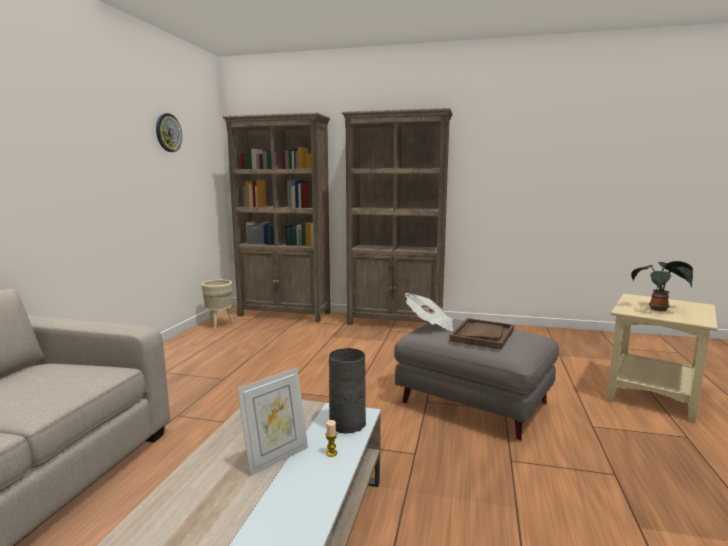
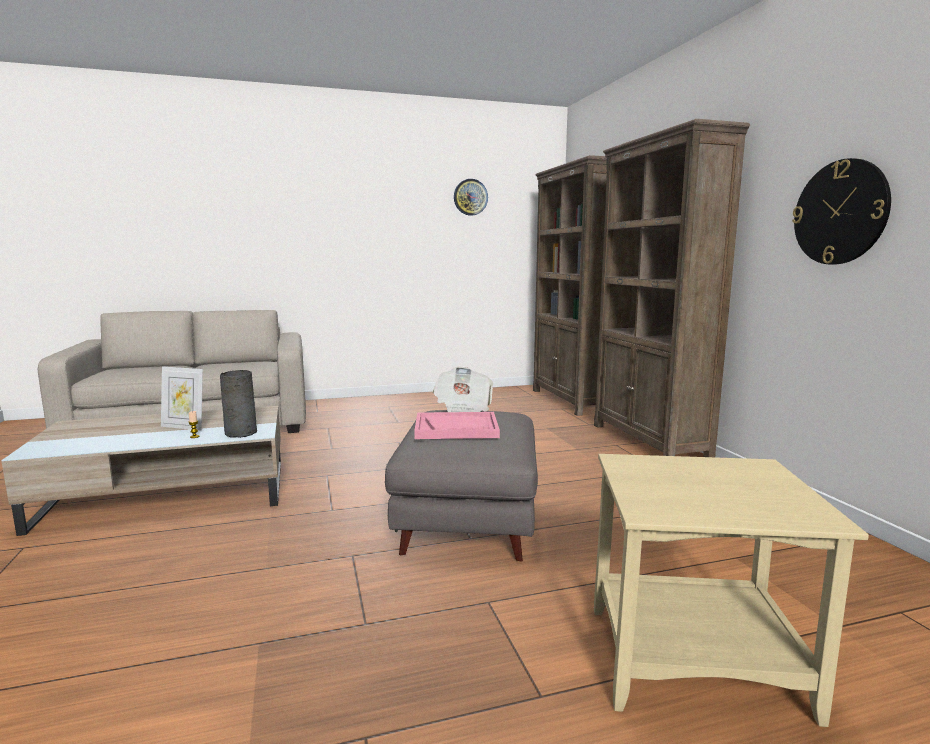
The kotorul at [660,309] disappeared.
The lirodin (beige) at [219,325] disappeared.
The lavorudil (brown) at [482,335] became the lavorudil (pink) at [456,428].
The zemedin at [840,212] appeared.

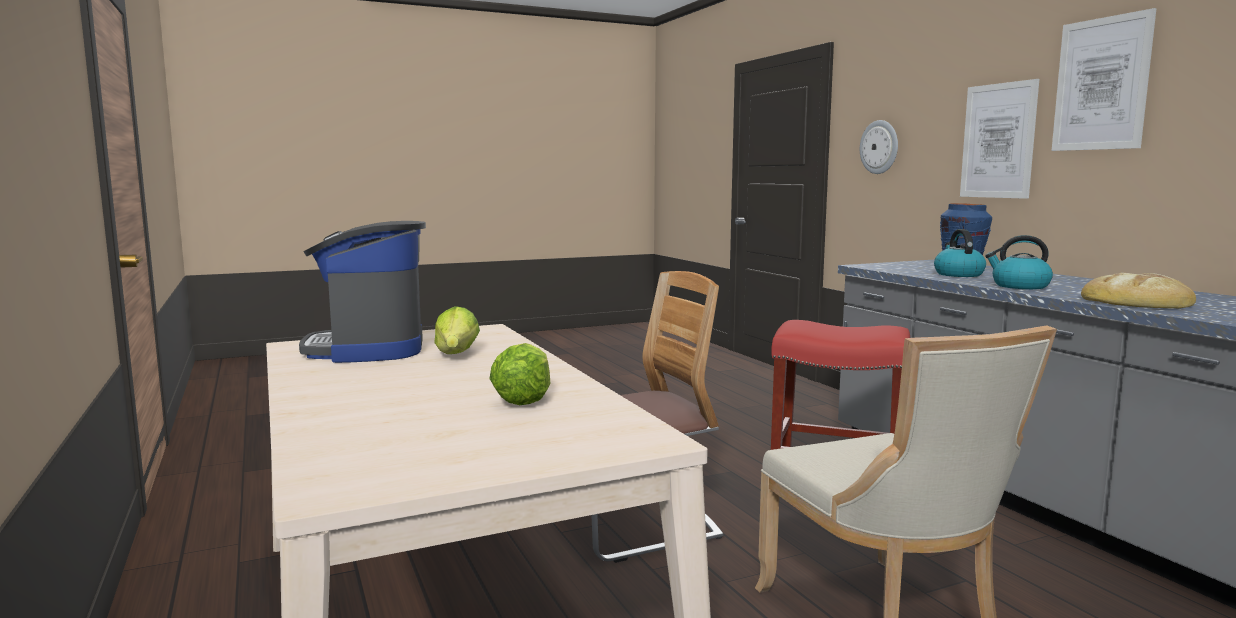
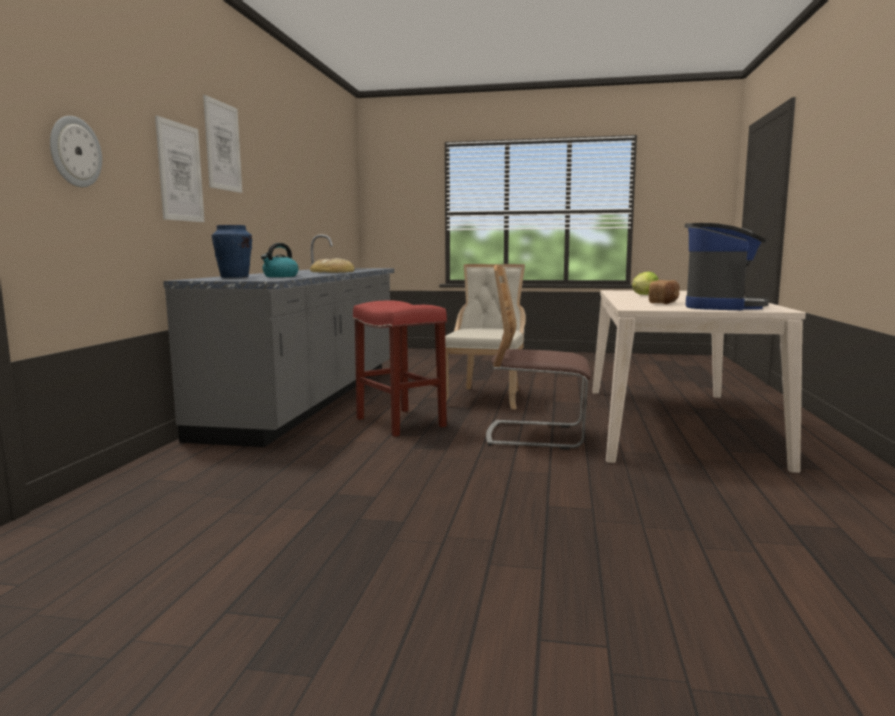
The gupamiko at [1019,286] disappeared.
The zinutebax at [457,354] was replaced by the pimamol at [664,302].

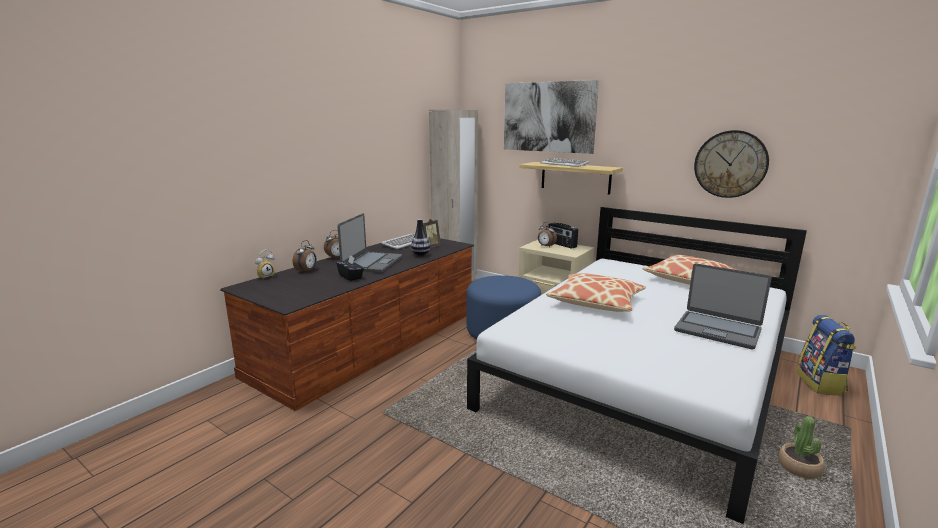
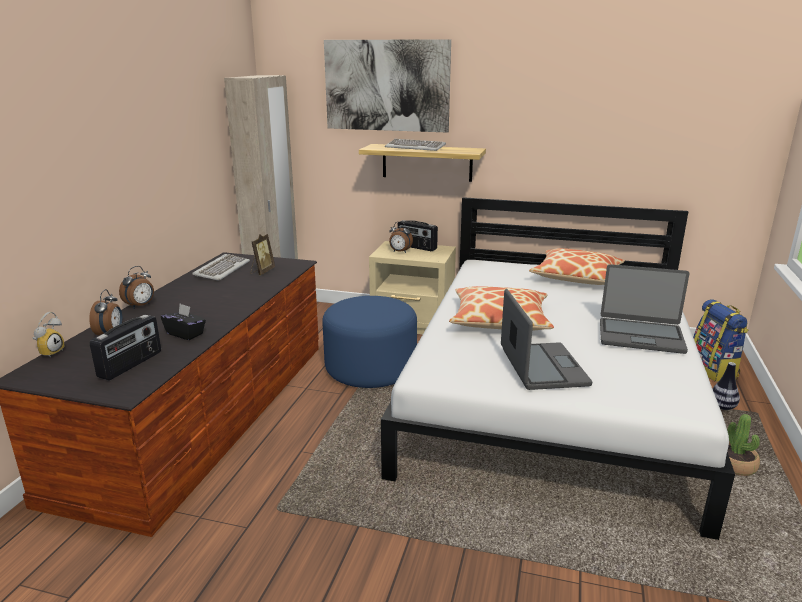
The zemedin at [730,164] disappeared.
The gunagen moved from [372,263] to [542,367].
The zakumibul moved from [420,255] to [722,407].
The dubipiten at [131,364] appeared.

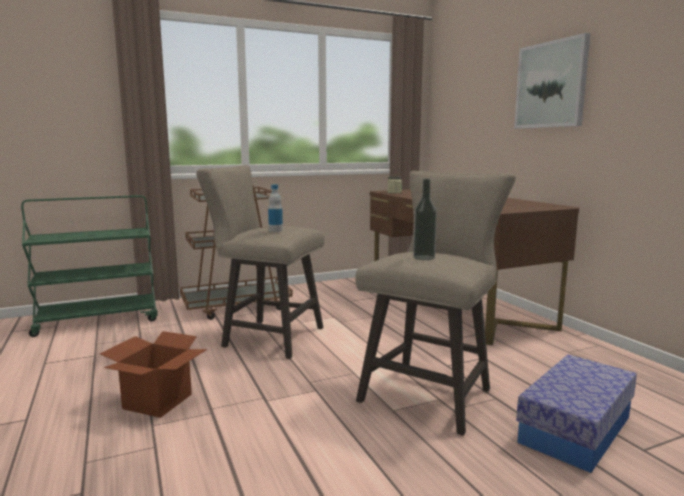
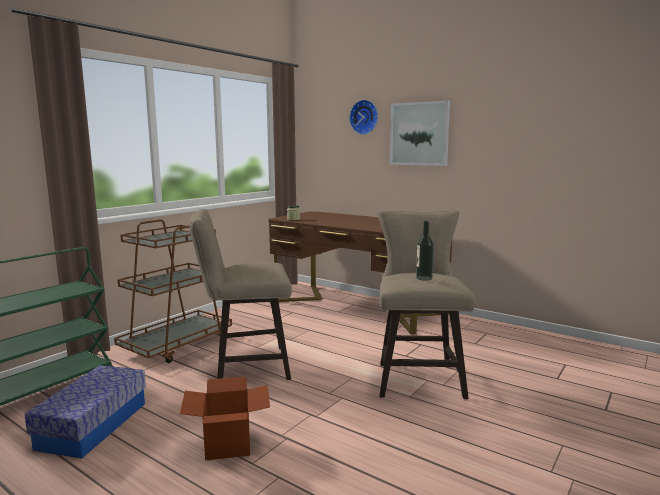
The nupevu at [275,230] disappeared.
The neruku moved from [575,429] to [93,425].
The zemedin at [365,117] appeared.

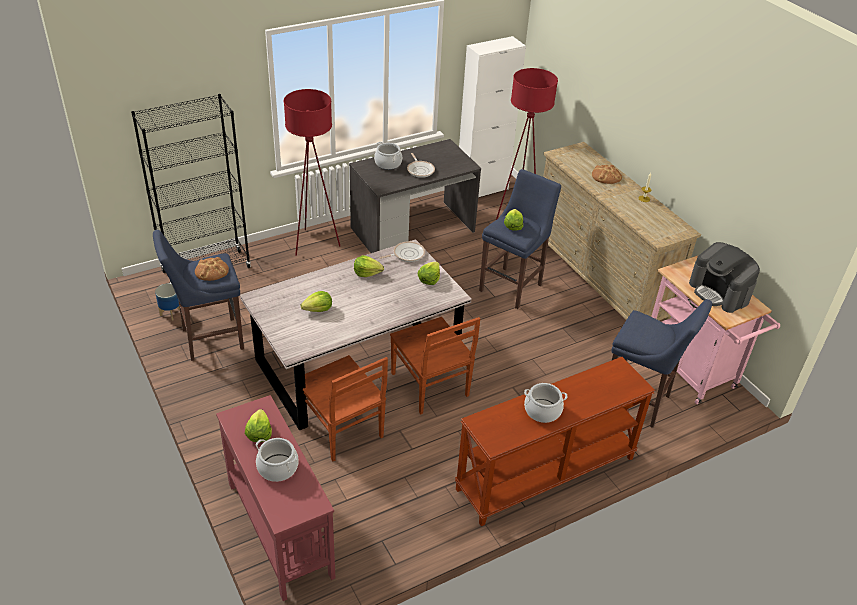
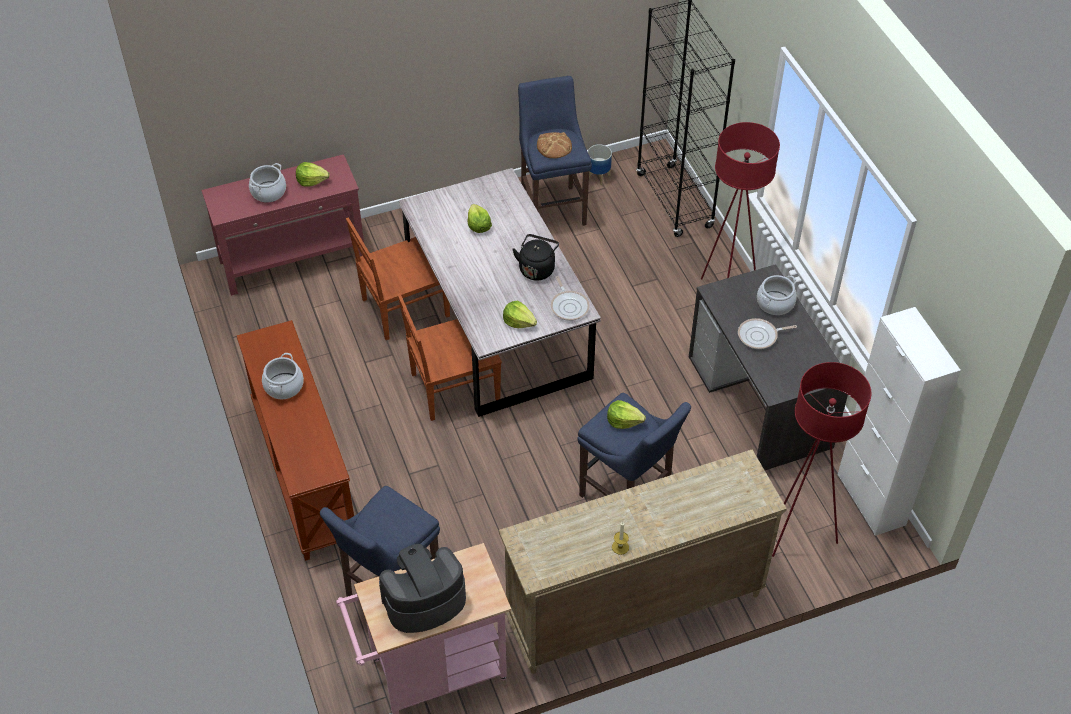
The pimamol at [606,176] disappeared.
The zinutebax at [367,273] was replaced by the gupamiko (black) at [537,268].

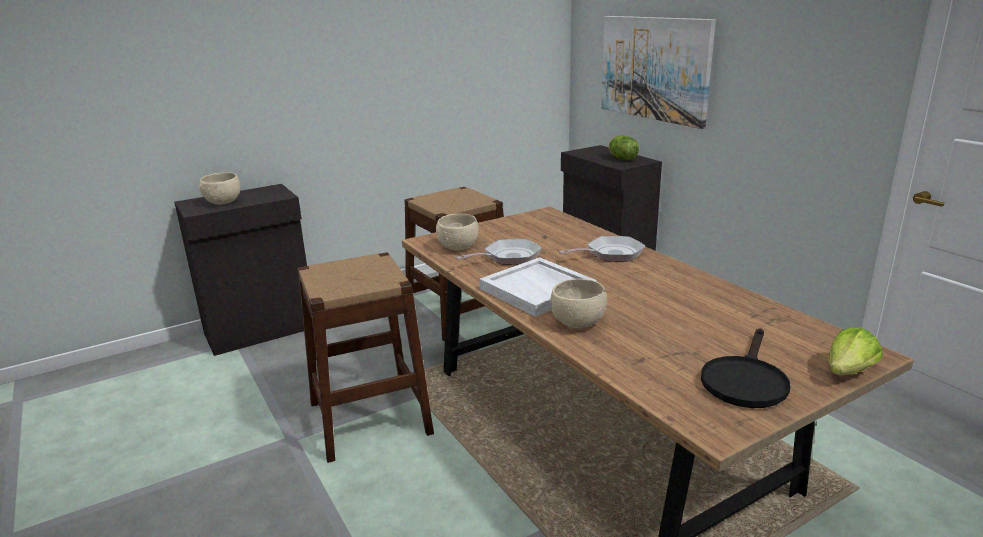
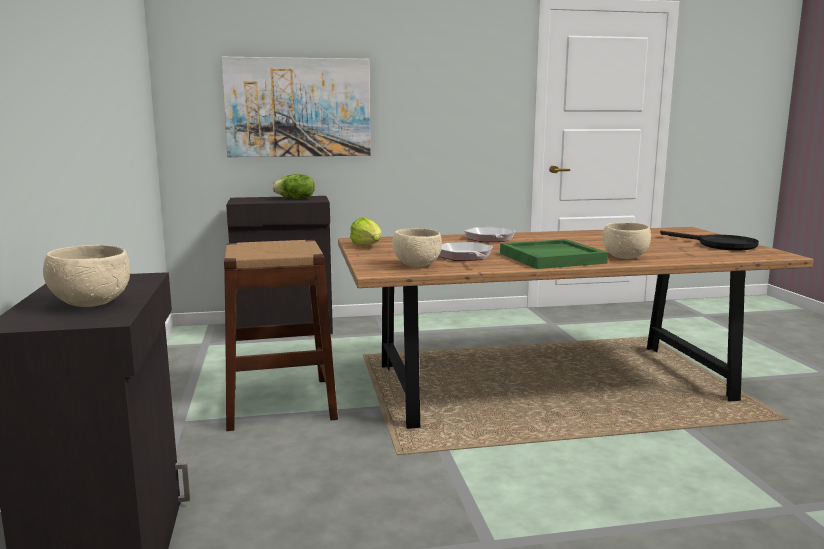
The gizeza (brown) at [369,418] disappeared.
The lavorudil (white) at [538,290] became the lavorudil (green) at [552,258].
The zinutebax moved from [849,372] to [368,246].

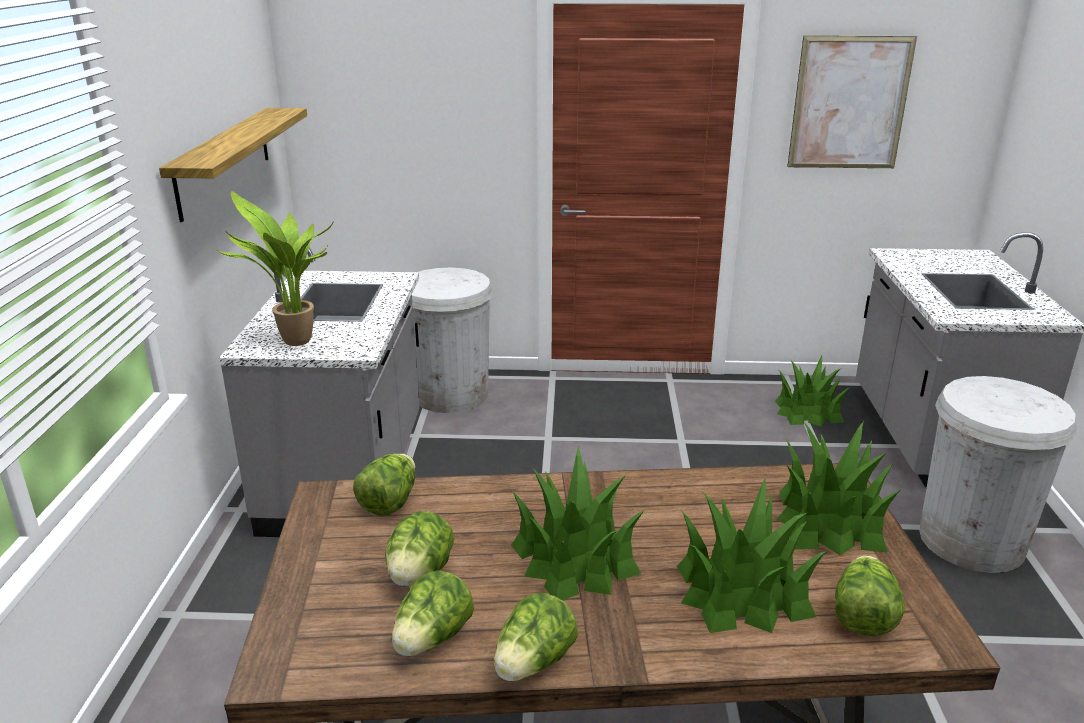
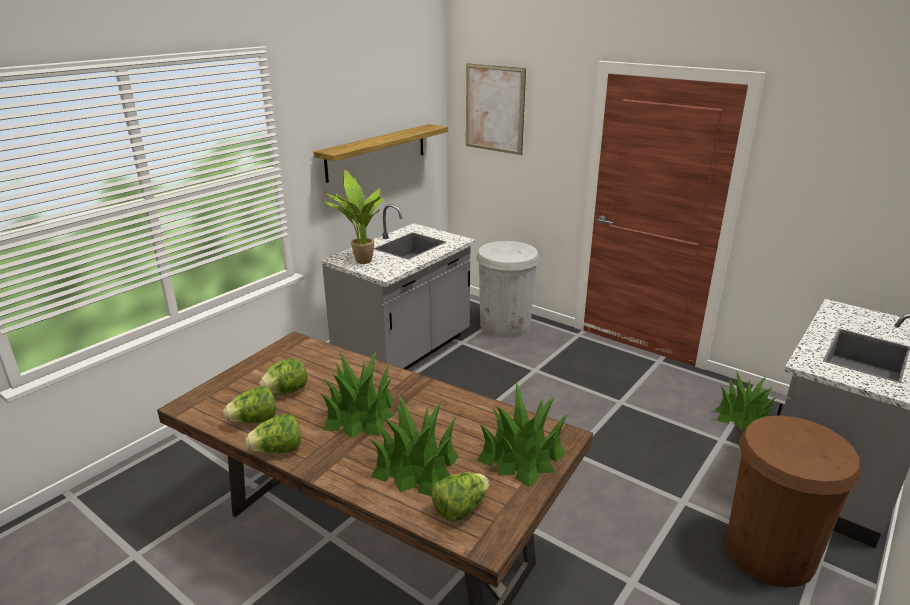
The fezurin moved from [849,103] to [494,109].
The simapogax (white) at [971,541] became the simapogax (brown) at [769,552].
The zinutebax at [389,502] disappeared.

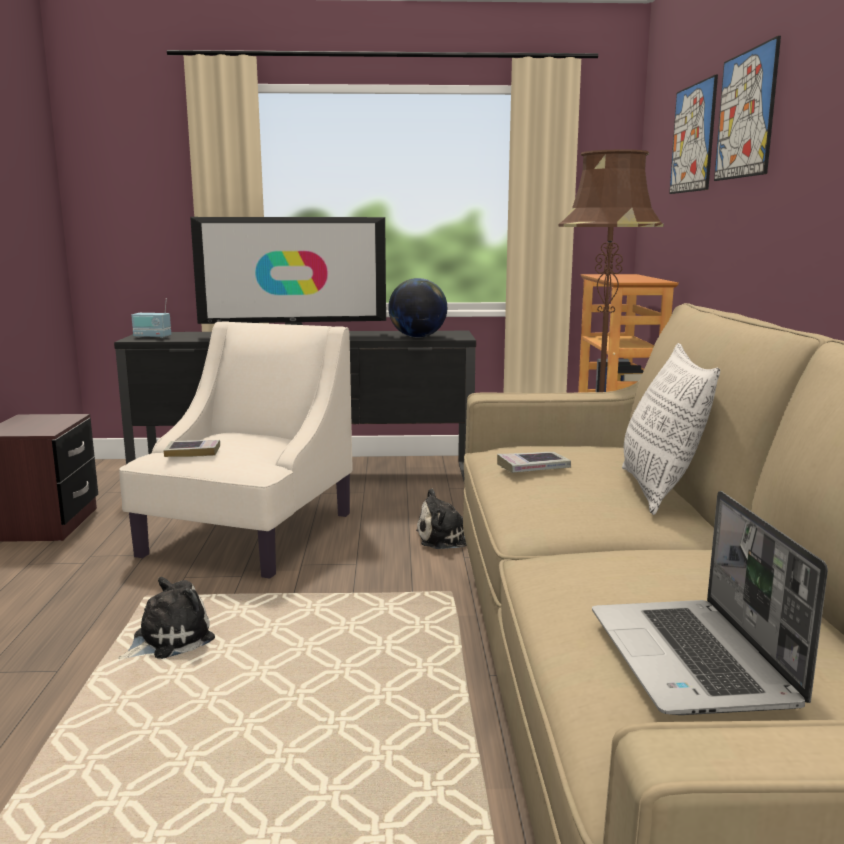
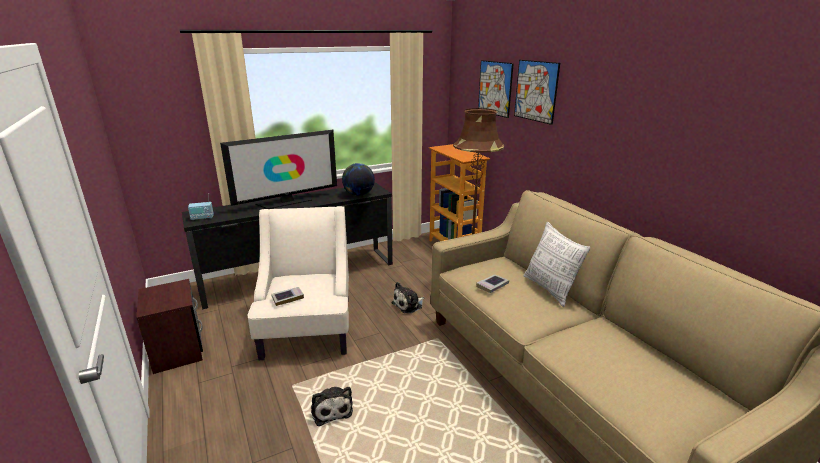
The gunagen at [693,659] disappeared.
The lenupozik at [168,639] turned 135 degrees clockwise.

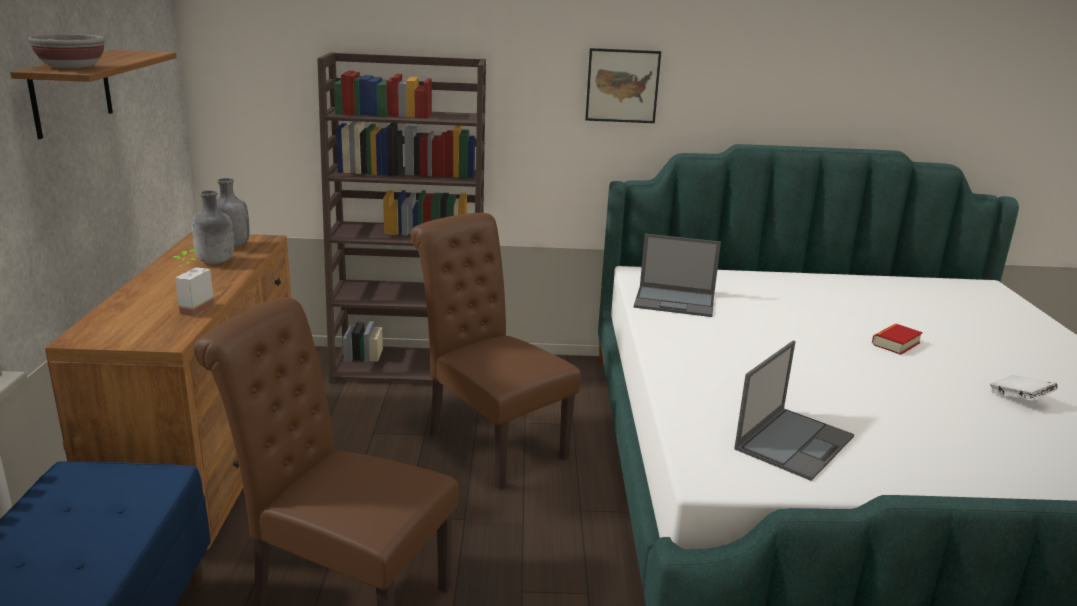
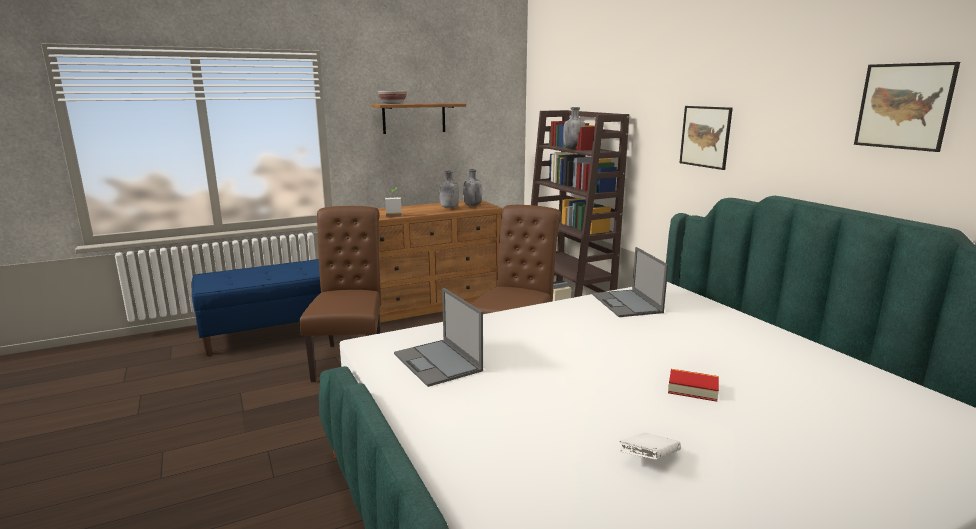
The gunagen at [794,442] turned 45 degrees clockwise.
The fezurin at [904,106] appeared.
The nupevu (grey) at [573,148] appeared.

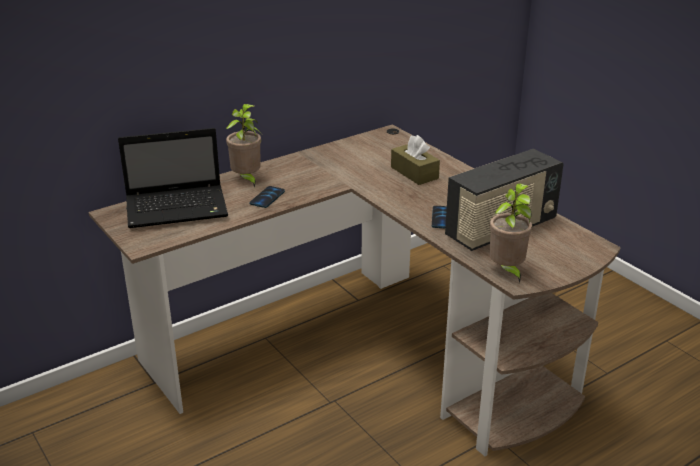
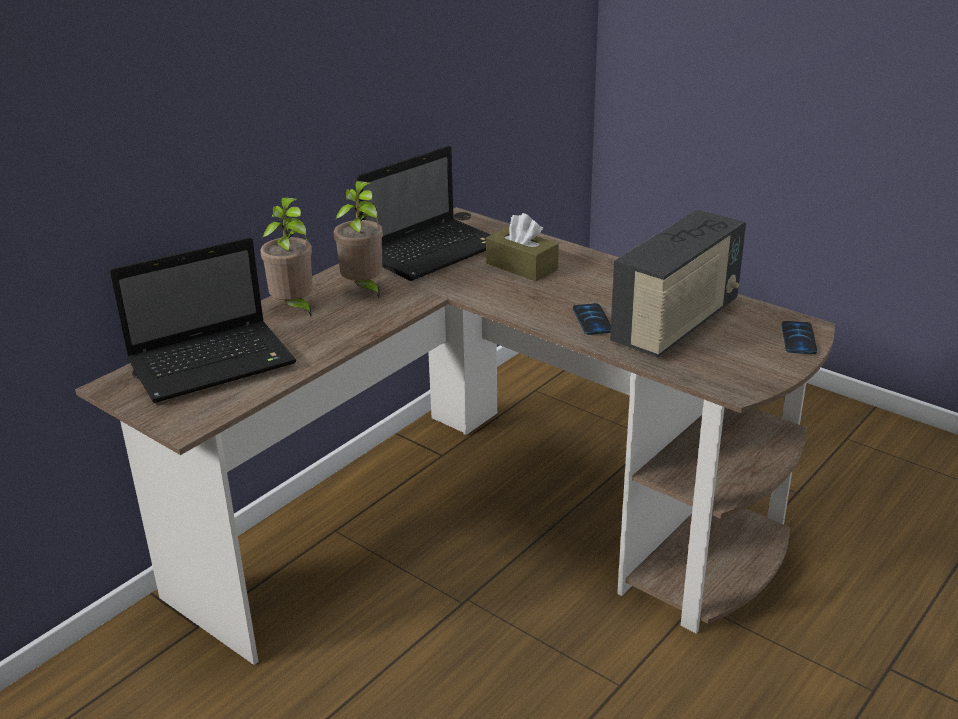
The kotorul moved from [507,271] to [364,289].
The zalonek moved from [267,198] to [798,339].
The gunagen at [435,250] appeared.

